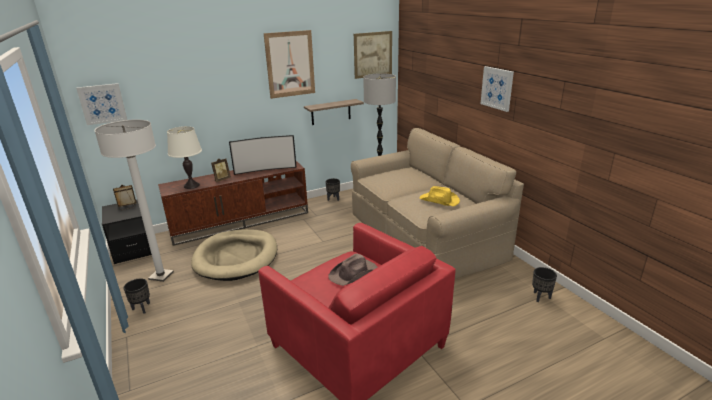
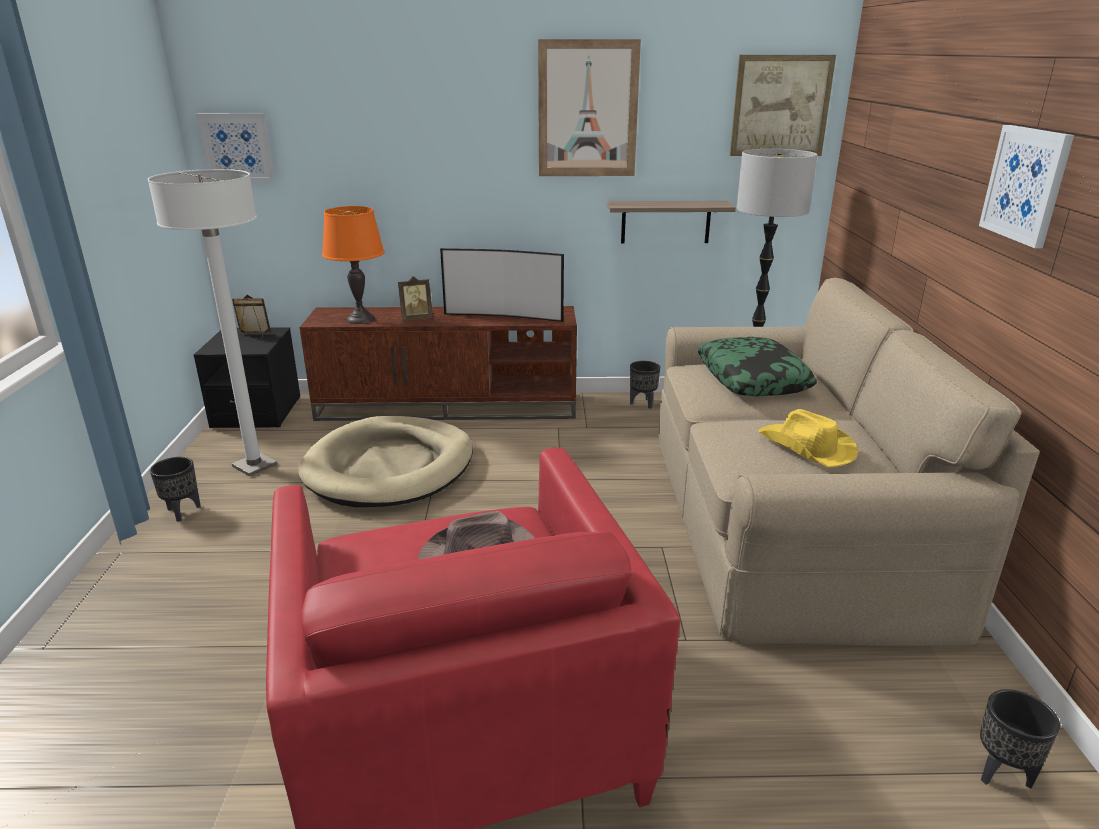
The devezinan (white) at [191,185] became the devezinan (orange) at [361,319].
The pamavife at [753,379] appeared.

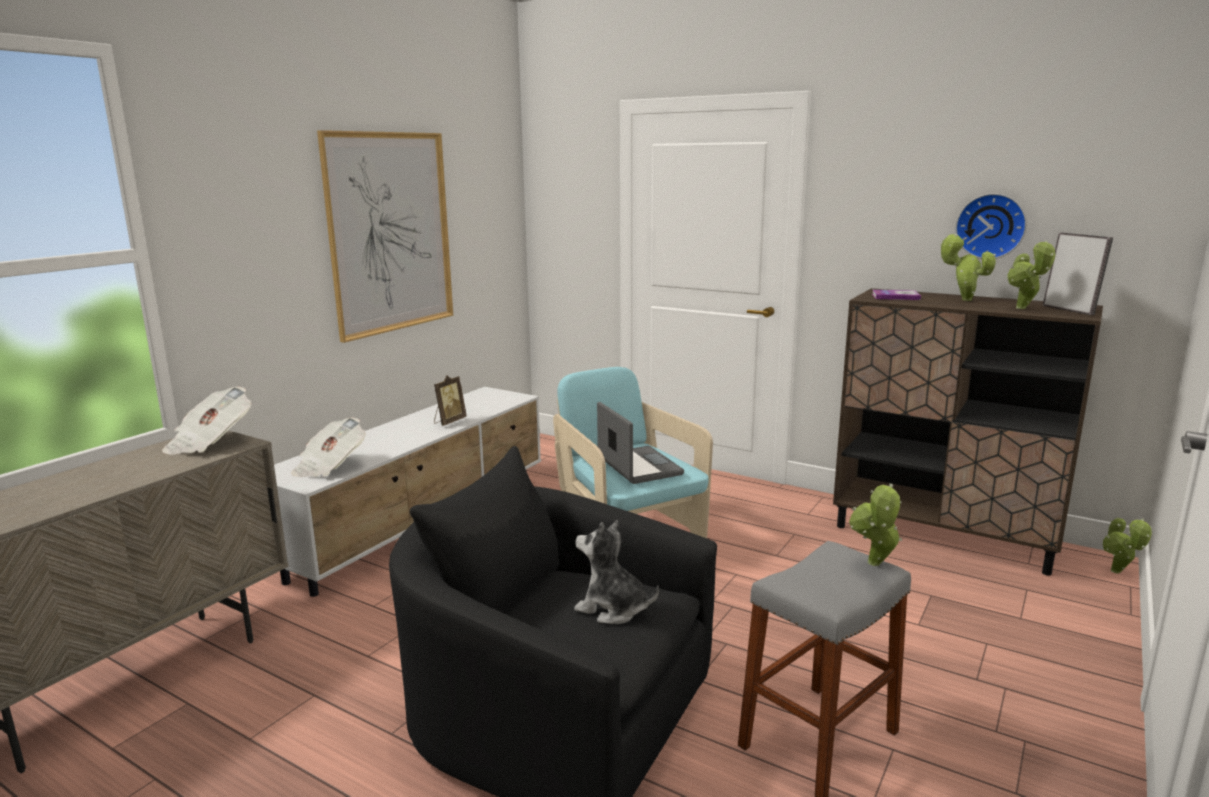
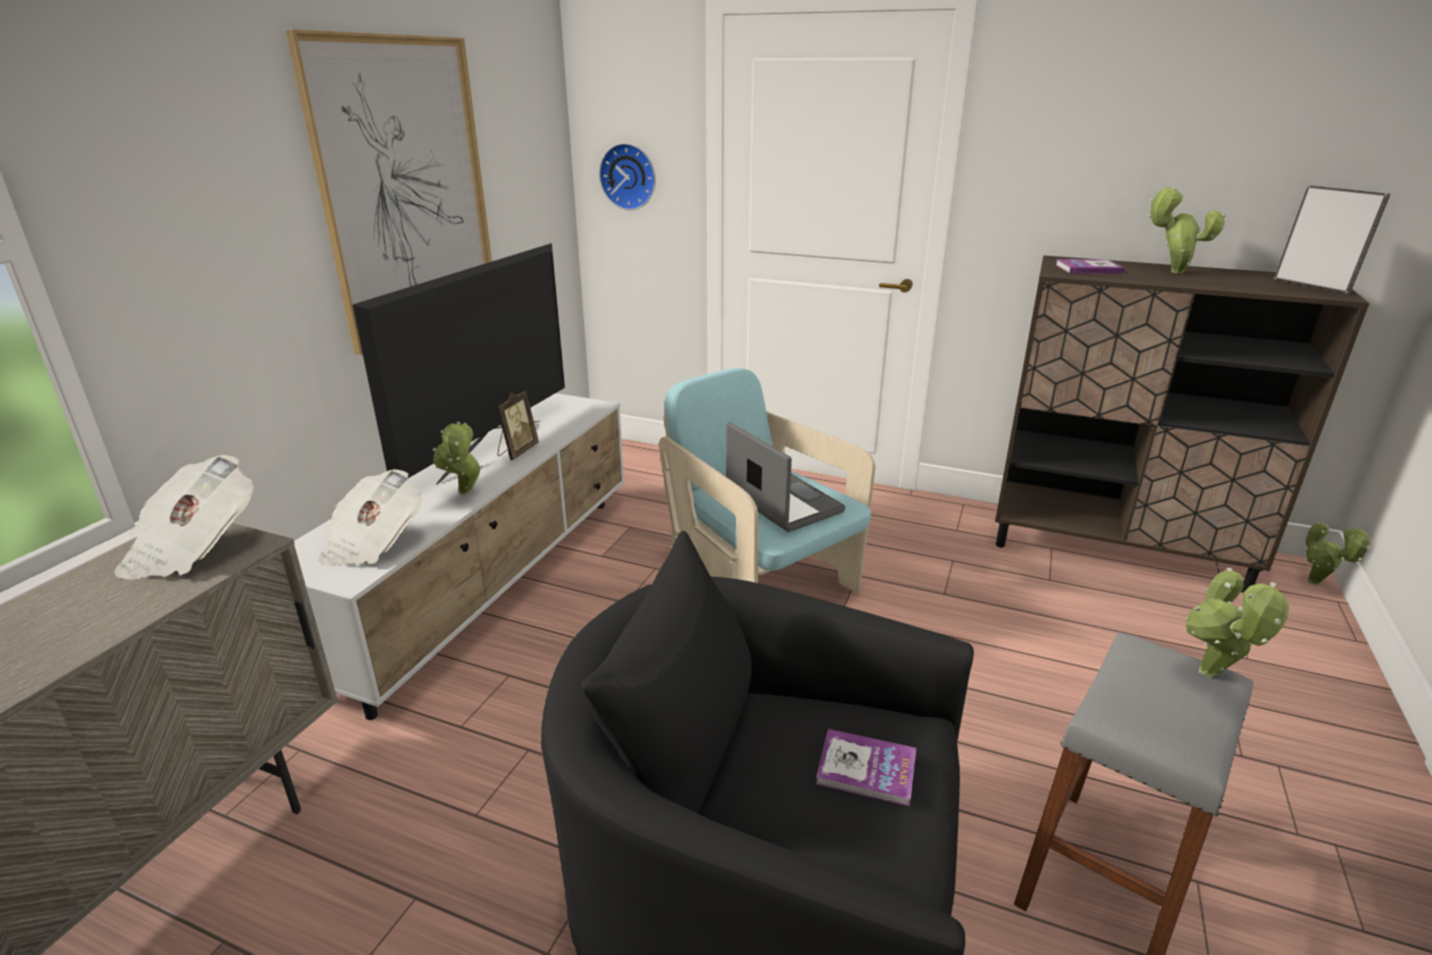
The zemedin moved from [991,226] to [629,176].
The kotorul moved from [1023,308] to [465,494].
The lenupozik at [613,609] was replaced by the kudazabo at [866,769].
The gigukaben at [490,450] appeared.

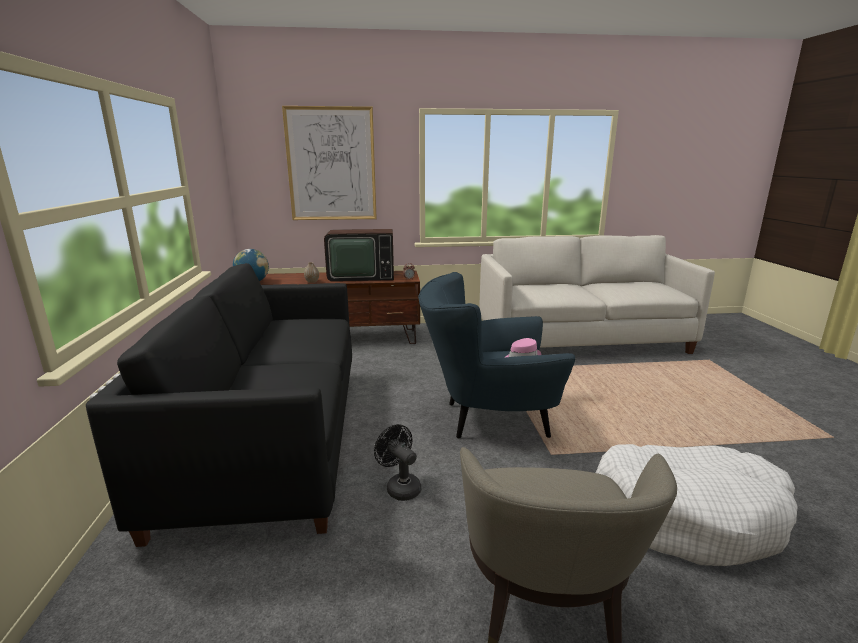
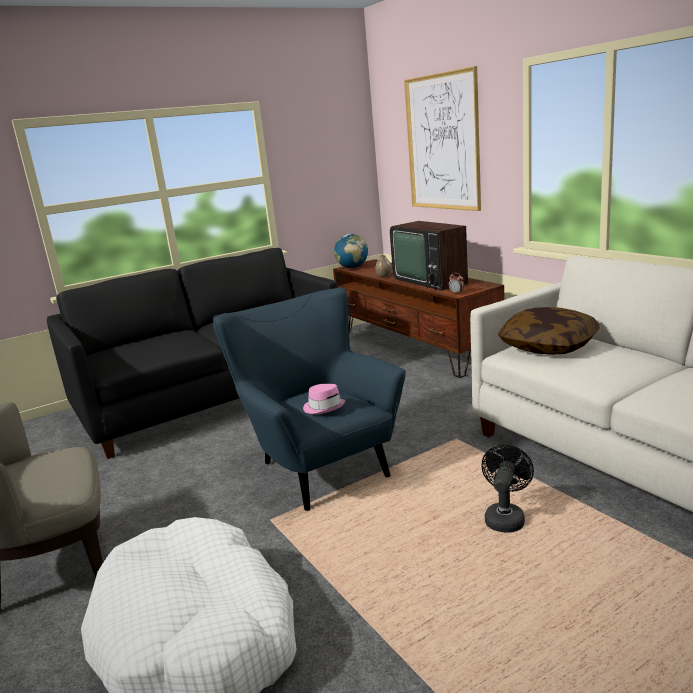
The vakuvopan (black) moved from [400,487] to [505,517].
The pamavife at [548,346] appeared.

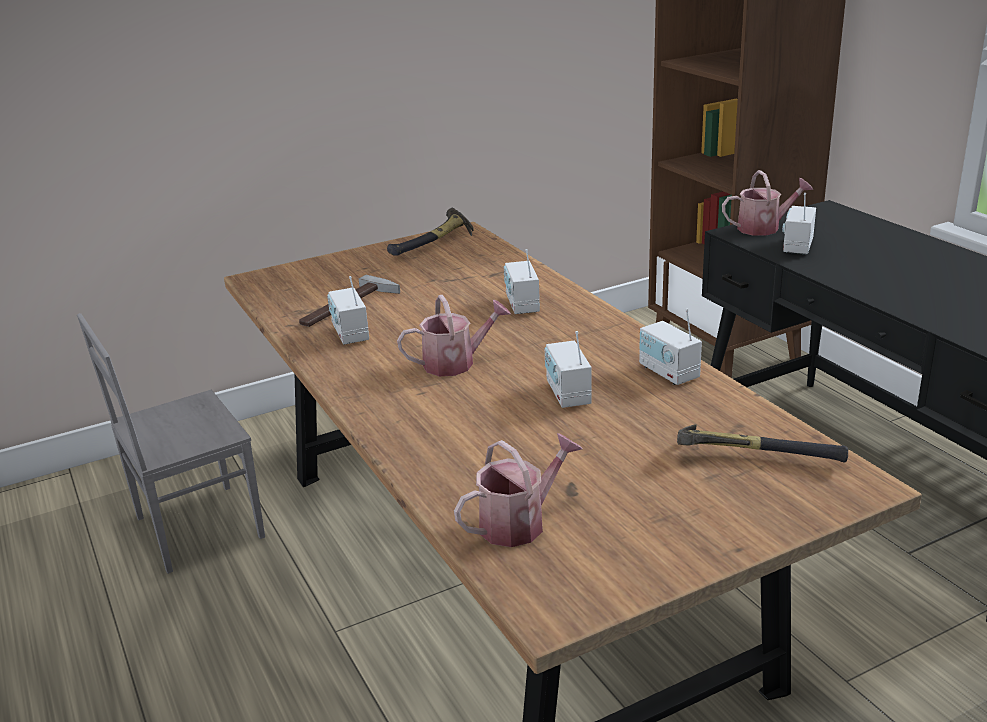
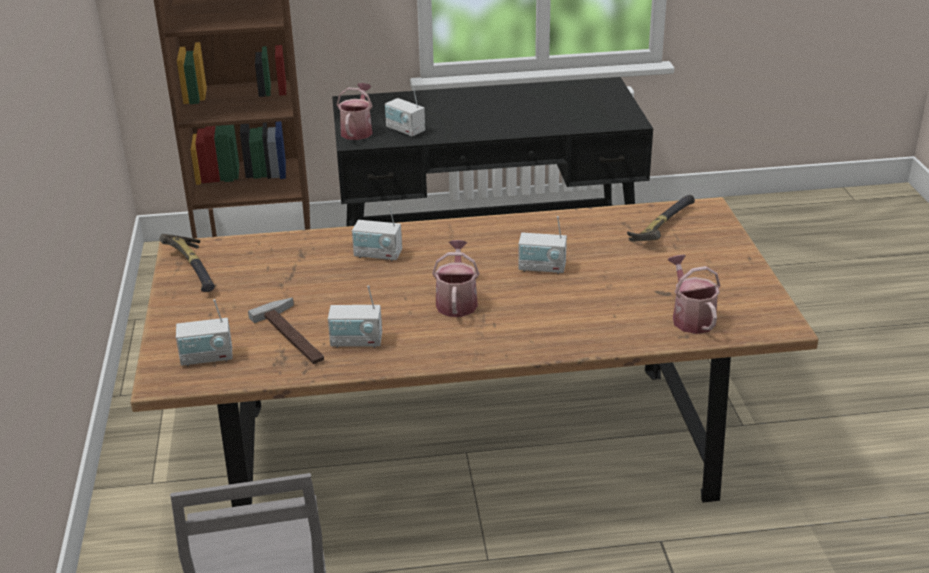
The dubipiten moved from [668,373] to [207,358].

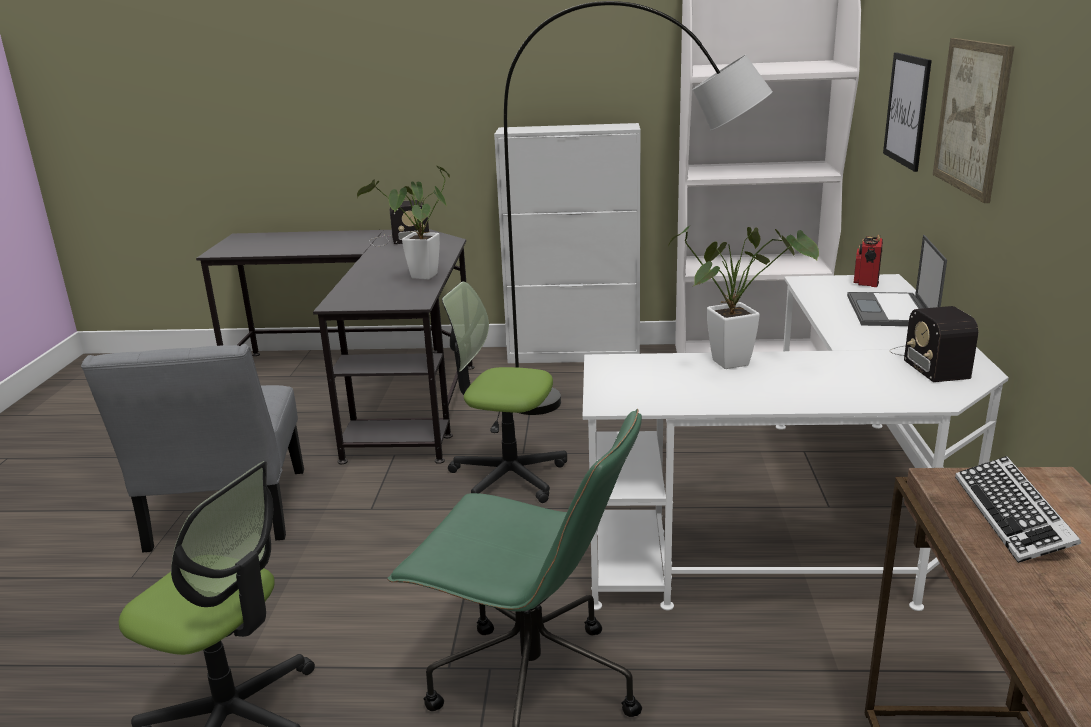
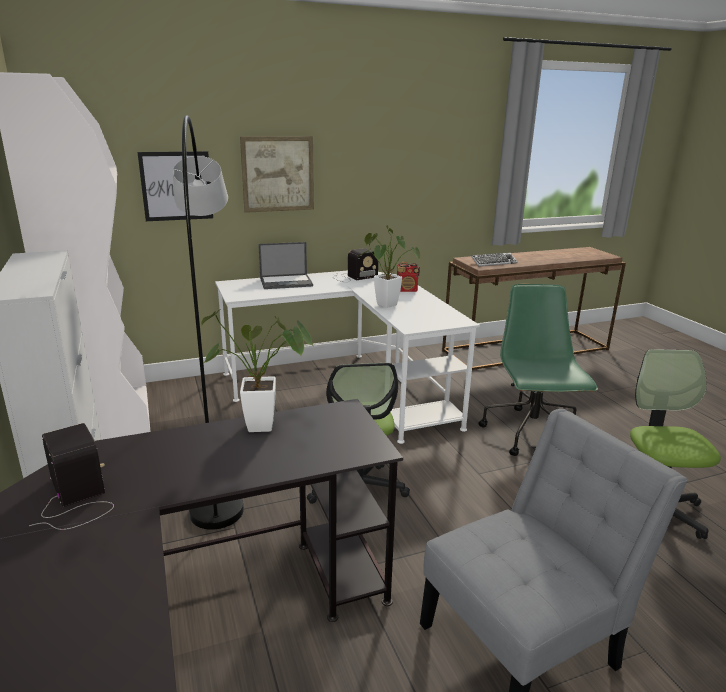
The dubipiten moved from [866,282] to [407,290].

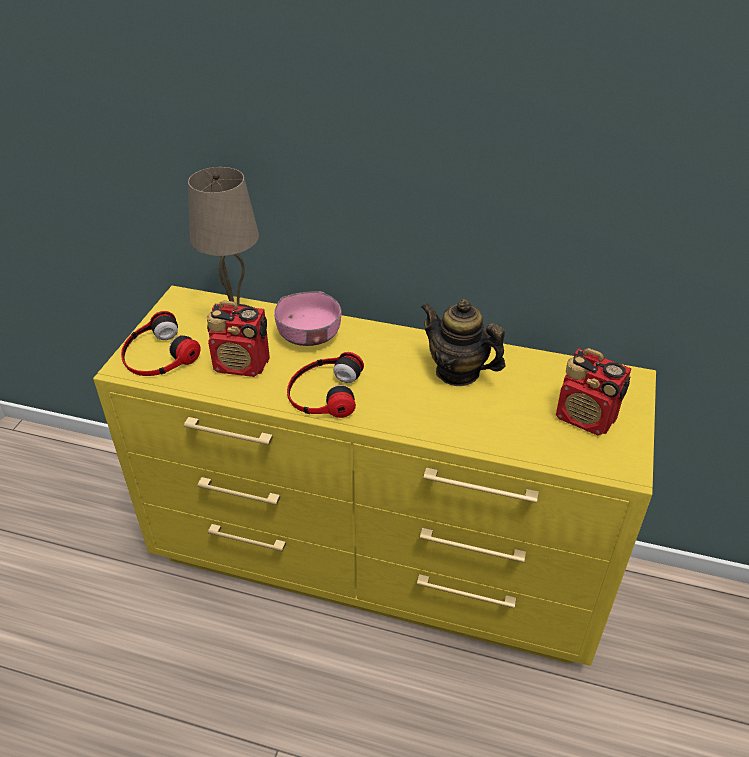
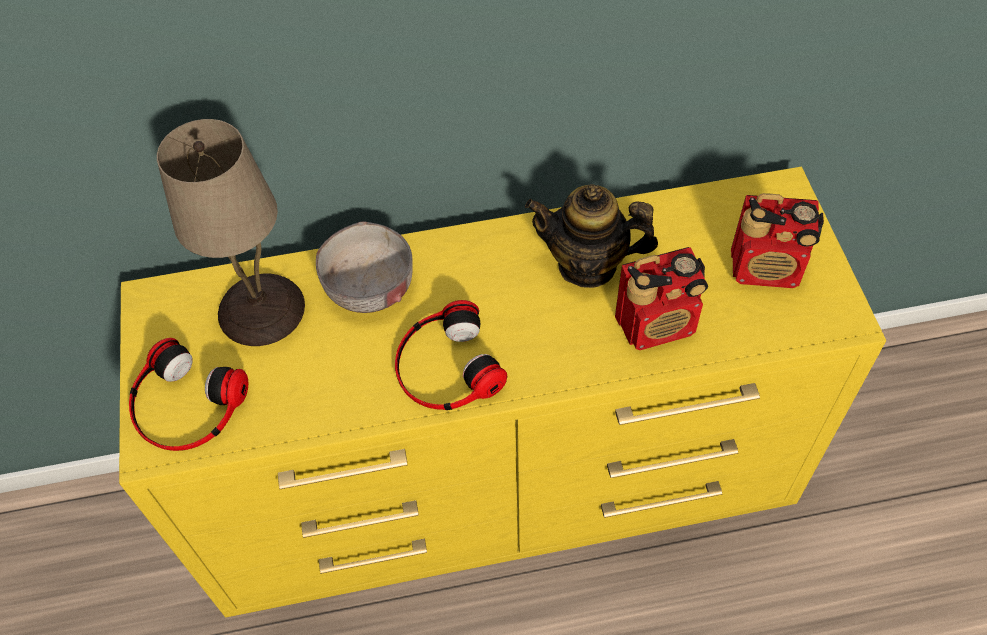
The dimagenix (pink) at [309,335] became the dimagenix (grey) at [369,286].
The dubipiten moved from [242,365] to [656,324].

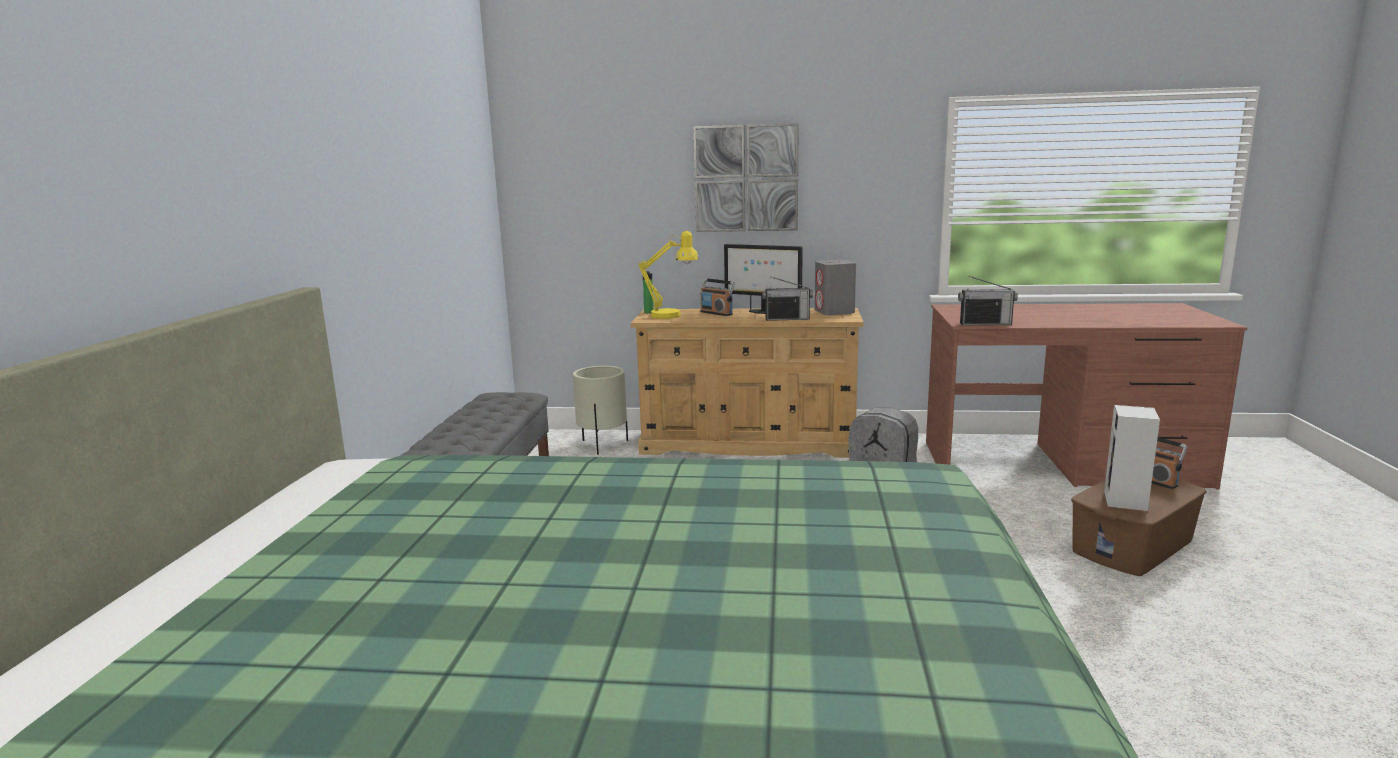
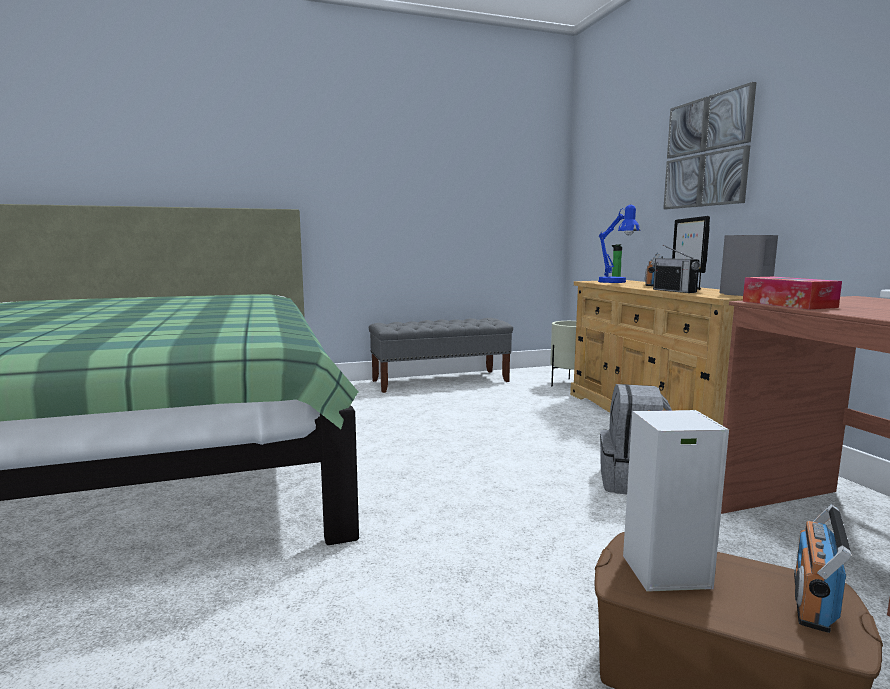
The devezinan (yellow) at [672,316] became the devezinan (blue) at [616,282].
The dubipiten at [985,324] was replaced by the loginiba at [788,304].

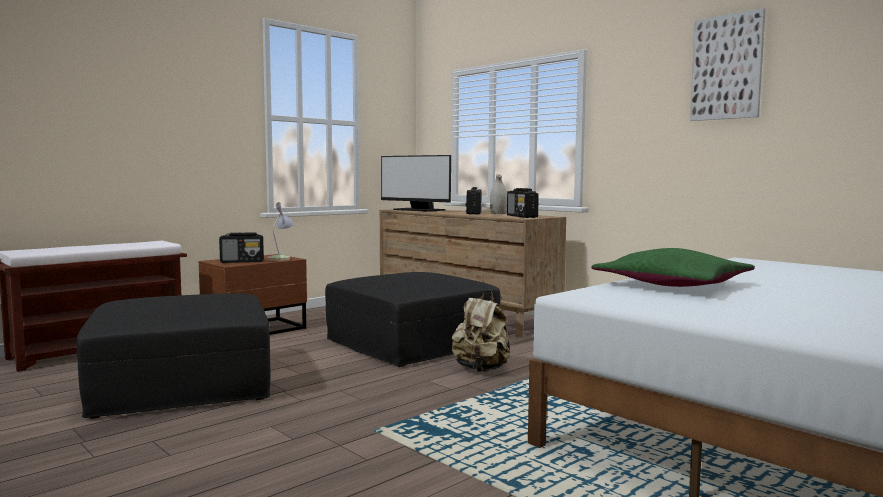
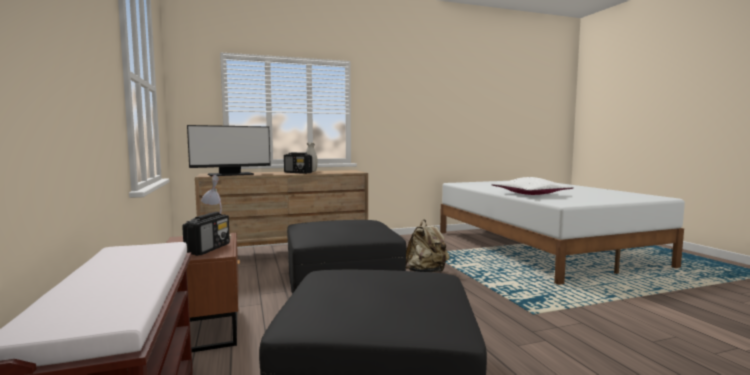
The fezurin at [726,67] disappeared.
The dubipiten at [522,216] disappeared.
The pamavife (green) at [672,285] became the pamavife (white) at [530,194].

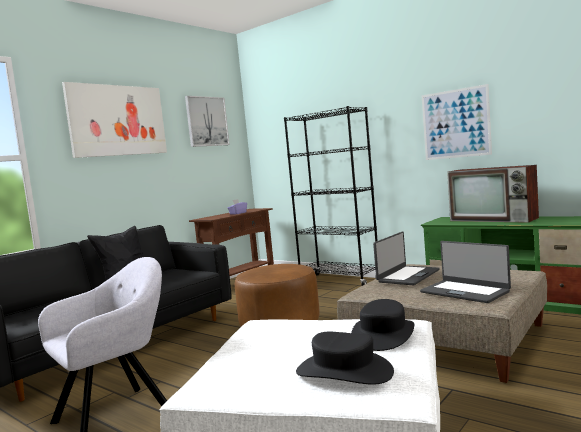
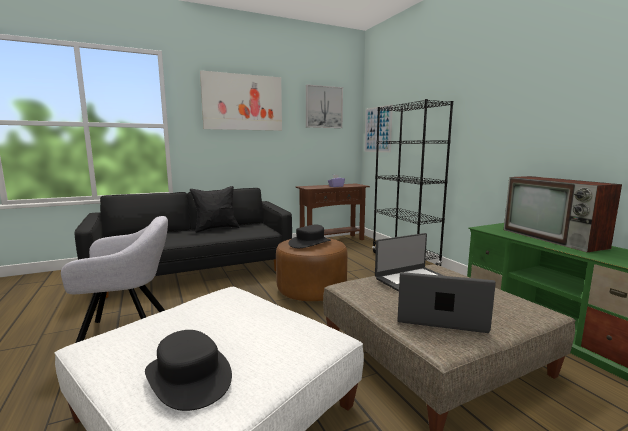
The fezurin moved from [455,123] to [378,129].
The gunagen at [465,291] turned 120 degrees clockwise.
The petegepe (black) moved from [383,334] to [310,243].

